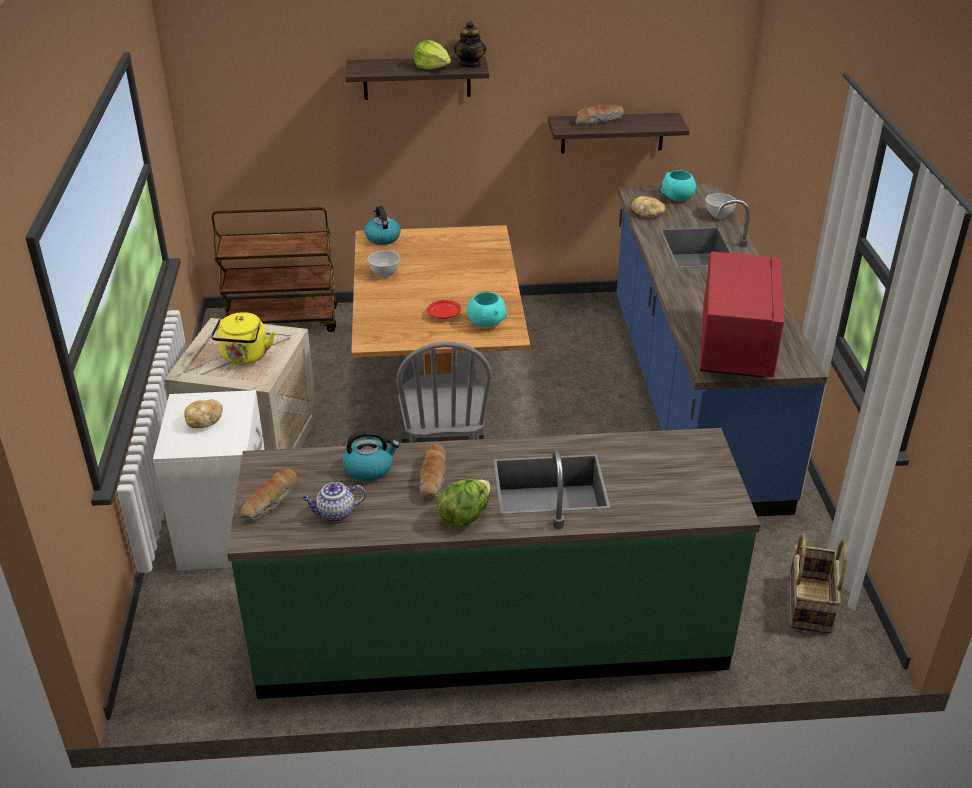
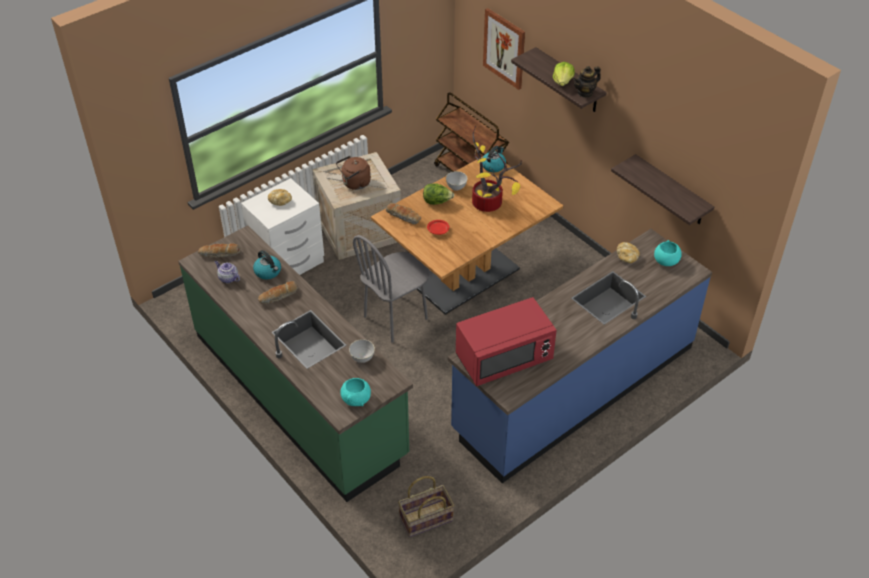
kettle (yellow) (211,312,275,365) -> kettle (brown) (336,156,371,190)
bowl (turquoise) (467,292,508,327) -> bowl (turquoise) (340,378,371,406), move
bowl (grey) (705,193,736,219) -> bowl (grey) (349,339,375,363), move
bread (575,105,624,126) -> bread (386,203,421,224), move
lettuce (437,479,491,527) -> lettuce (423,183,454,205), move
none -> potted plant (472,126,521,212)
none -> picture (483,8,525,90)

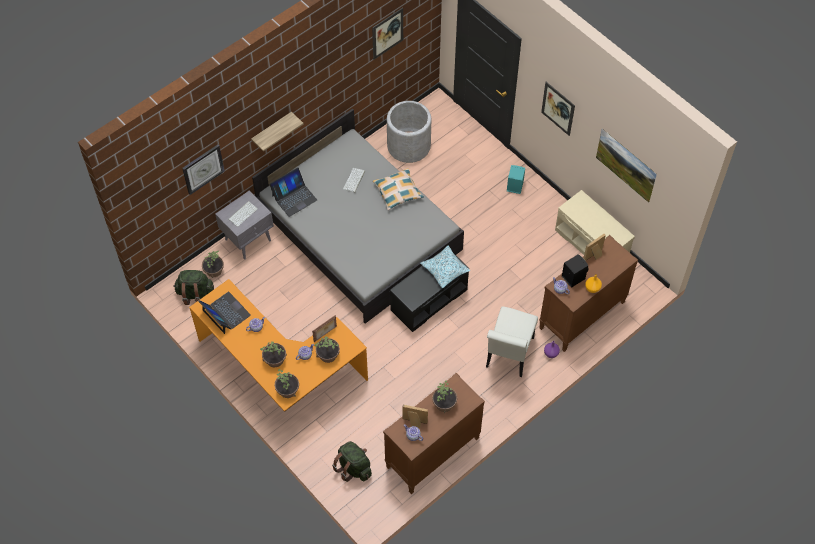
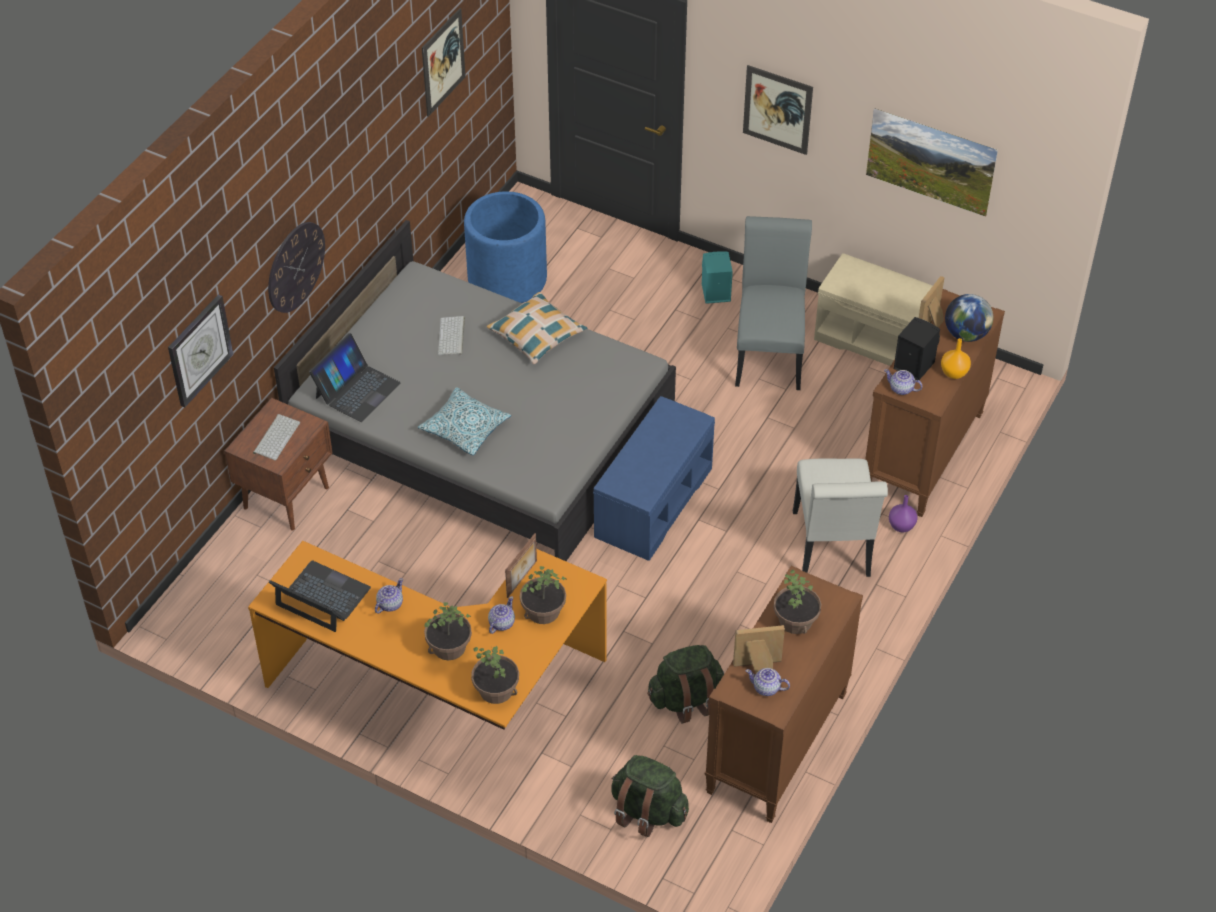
nightstand (grey) (215,190,274,259) -> nightstand (brown) (225,398,333,530)
shelf (251,112,304,152) -> wall clock (268,222,325,313)
pillow (420,245,471,288) -> pillow (418,387,511,455), move
planter (grey) (387,101,431,163) -> planter (blue) (464,191,547,303)
bench (black) (390,252,469,332) -> bench (blue) (593,396,715,561)
backpack (green) (173,270,214,305) -> backpack (green) (647,645,724,723), move
none -> chair (grey) (735,216,812,390)
none -> globe (945,294,993,342)
potted plant (202,251,224,278) -> none

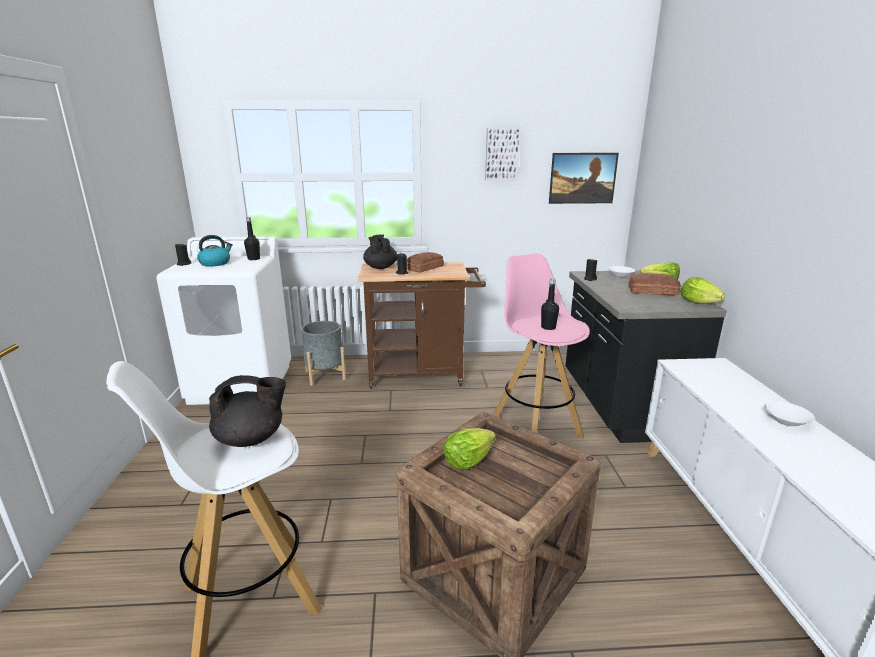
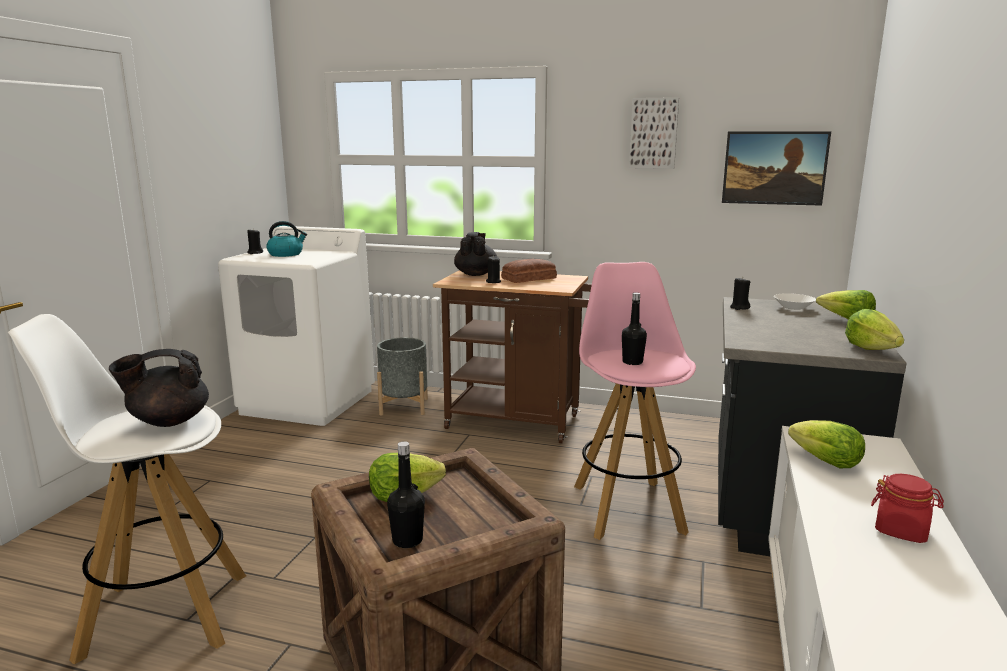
teapot (black) (209,375,286,447) -> teapot (black) (109,349,209,427), 150 degrees clockwise
bottle (black) (244,217,260,260) -> bottle (black) (387,441,425,548), move
none -> lettuce (788,420,865,468)
bowl (white) (764,401,815,426) -> jar (red) (871,474,944,543)
bread (628,273,681,296) -> none

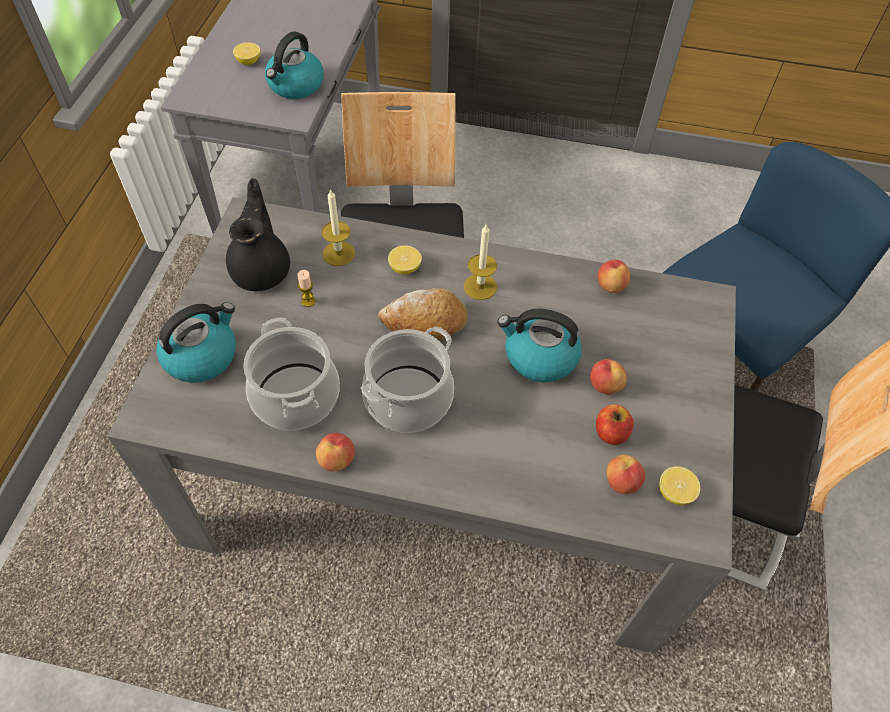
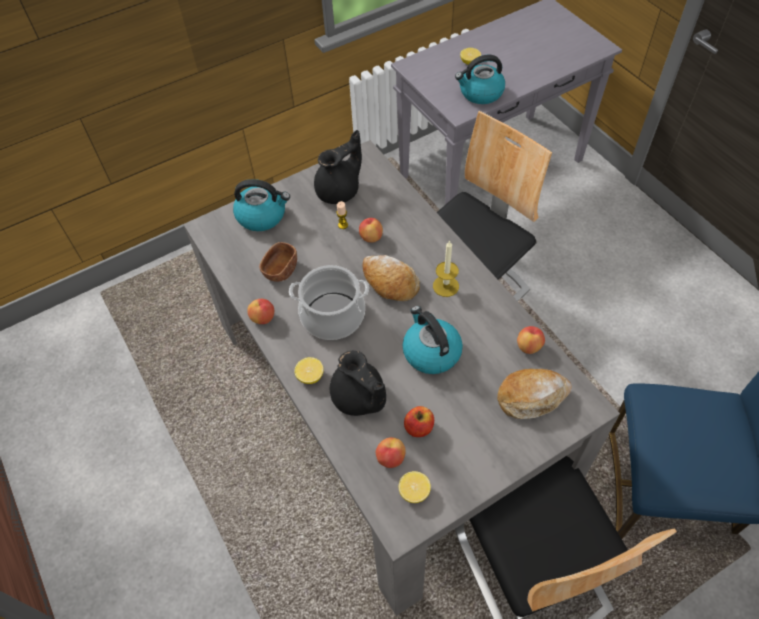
cooking pot (243,318,340,431) -> bowl (brown) (259,242,297,282)
lemon (388,245,422,275) -> lemon (295,357,324,384), move
none -> teapot (black) (330,351,386,416)
apple (590,359,627,395) -> apple (359,218,383,242), move
none -> bread (497,369,572,419)
candle (322,189,355,266) -> none

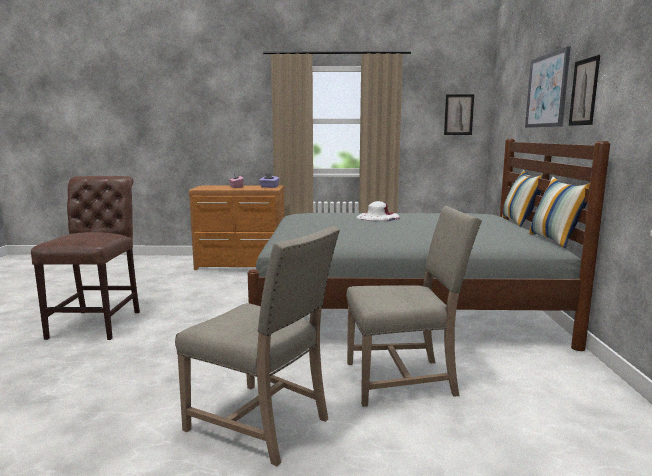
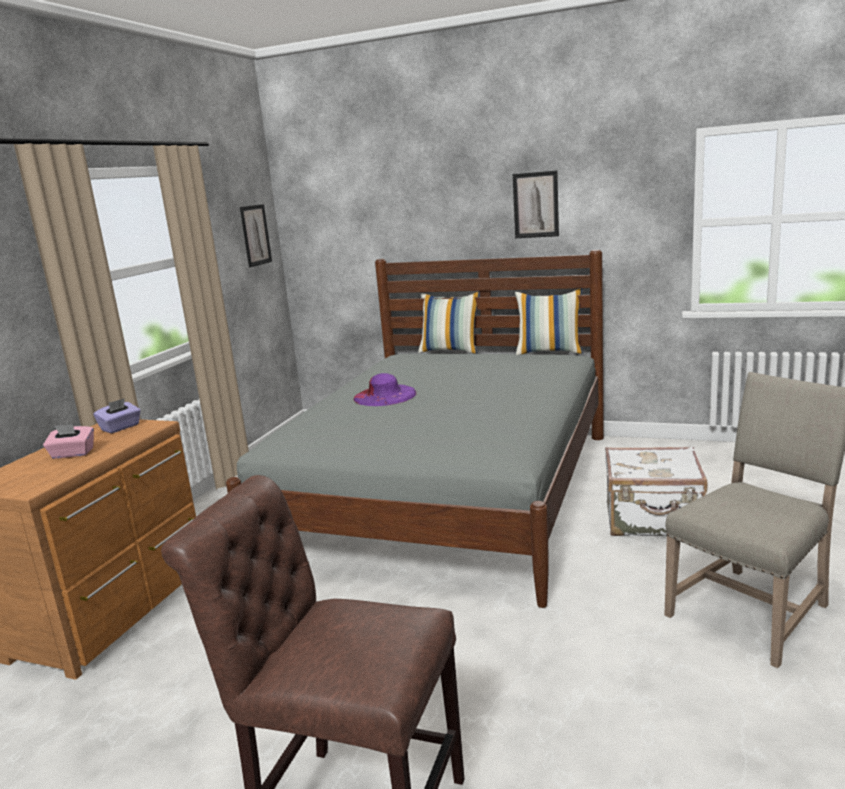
hat (white) (357,201,400,221) -> hat (purple) (354,373,416,406)
chair (beige) (346,206,482,407) -> suitcase (white) (605,446,707,536)
picture (525,46,571,128) -> none

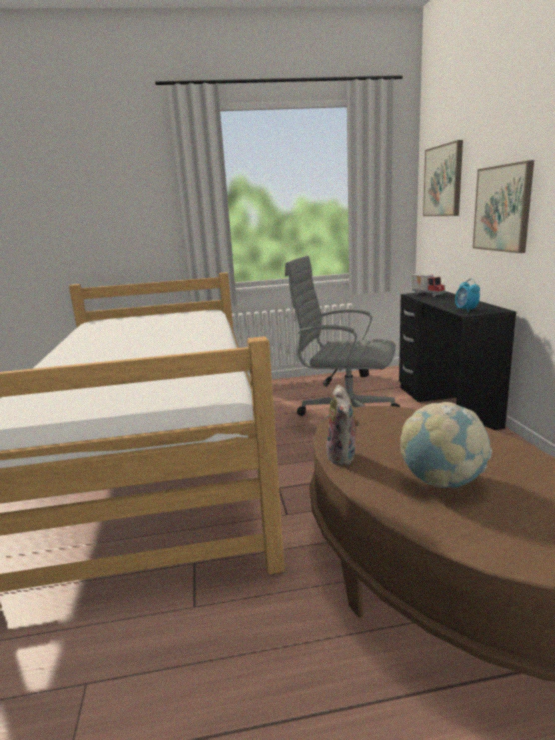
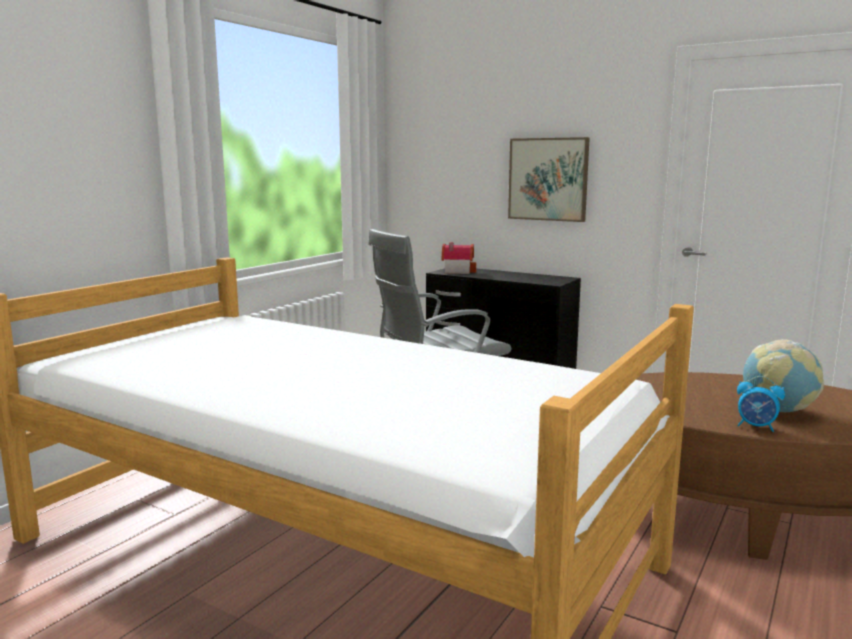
toy truck (412,274,445,297) -> toy house (442,242,476,274)
alarm clock (455,279,480,312) -> alarm clock (737,376,785,432), move
plush toy (326,385,360,465) -> none
picture (423,140,463,216) -> none

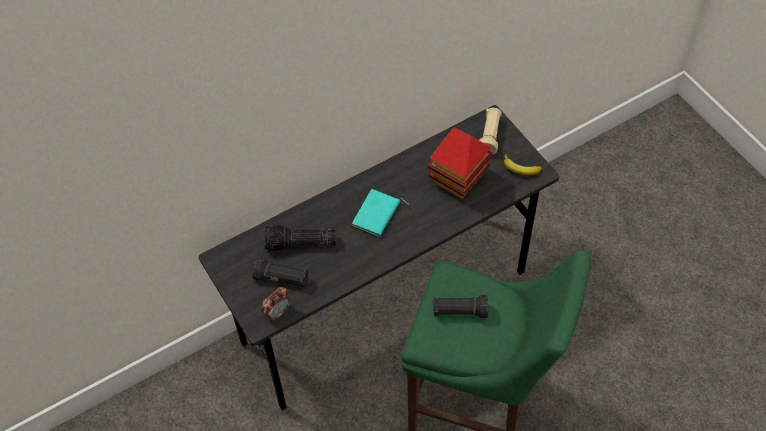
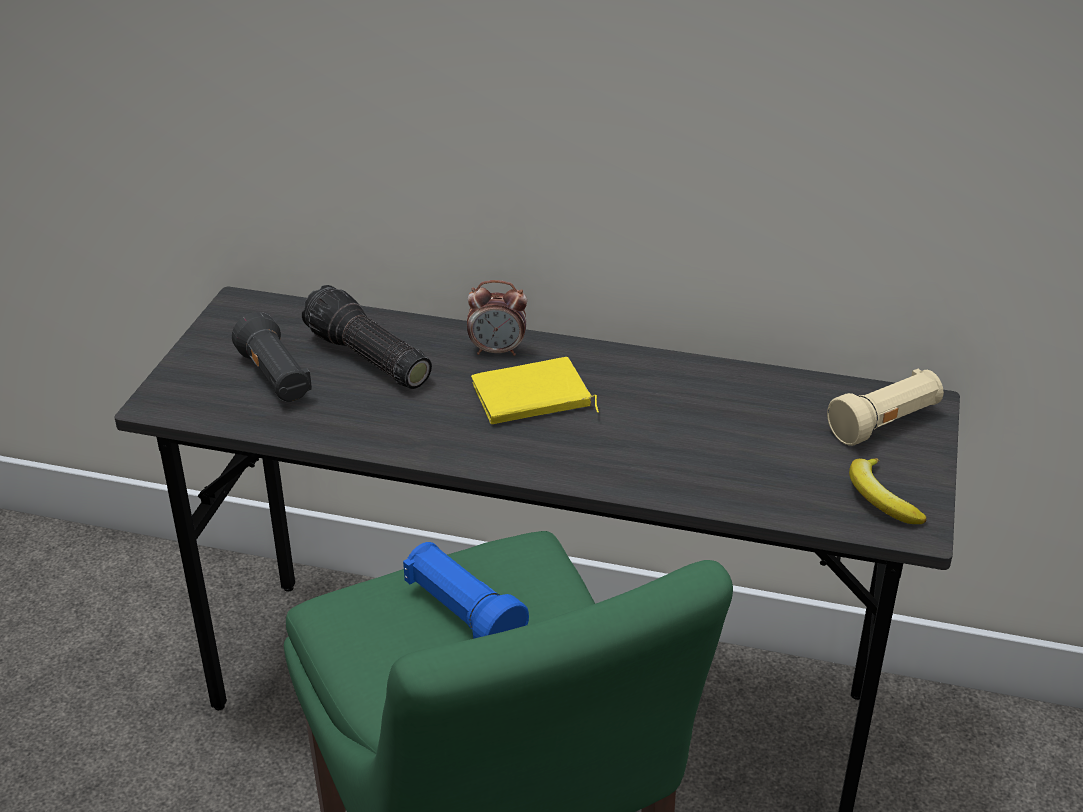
flashlight (black) (433,295,488,318) -> flashlight (blue) (403,542,529,639)
alarm clock (261,287,290,321) -> alarm clock (467,280,527,356), move
book (turquoise) (352,189,409,237) -> book (yellow) (471,357,599,424)
toy house (427,128,493,199) -> none

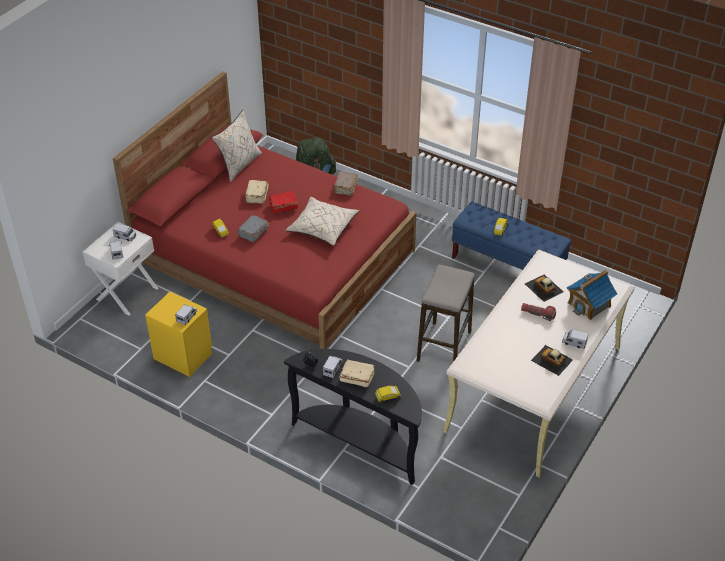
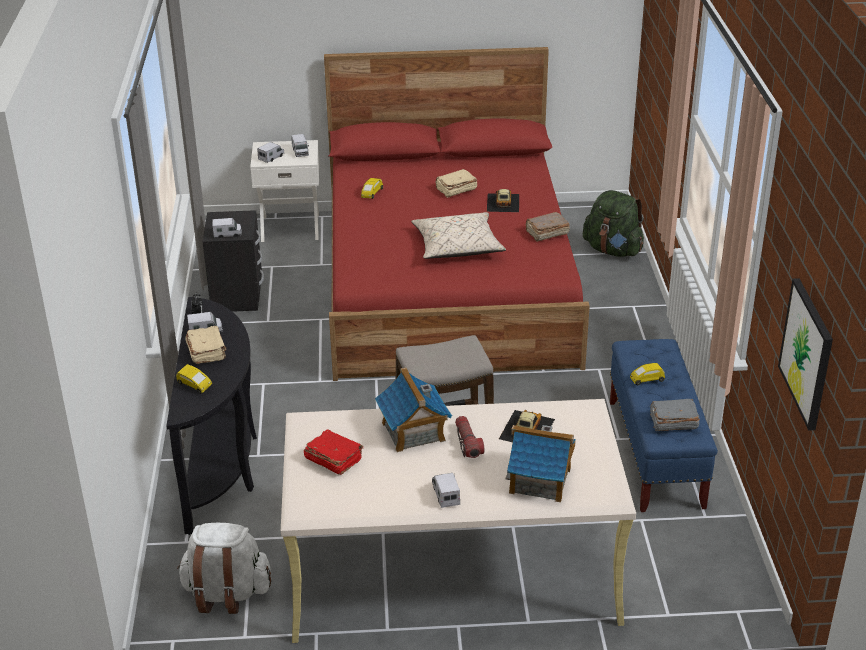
none -> backpack (white) (177,523,271,614)
nightstand (yellow) (145,292,212,377) -> nightstand (black) (203,210,264,312)
book (red) (269,191,298,214) -> book (red) (304,430,363,475), move
none -> toy house (375,368,452,452)
toy car (531,345,573,376) -> toy car (487,189,519,212), move
book (grey) (238,215,269,243) -> book (grey) (650,399,700,431), move
none -> picture (778,278,833,431)
pillow (beige) (212,109,262,182) -> none

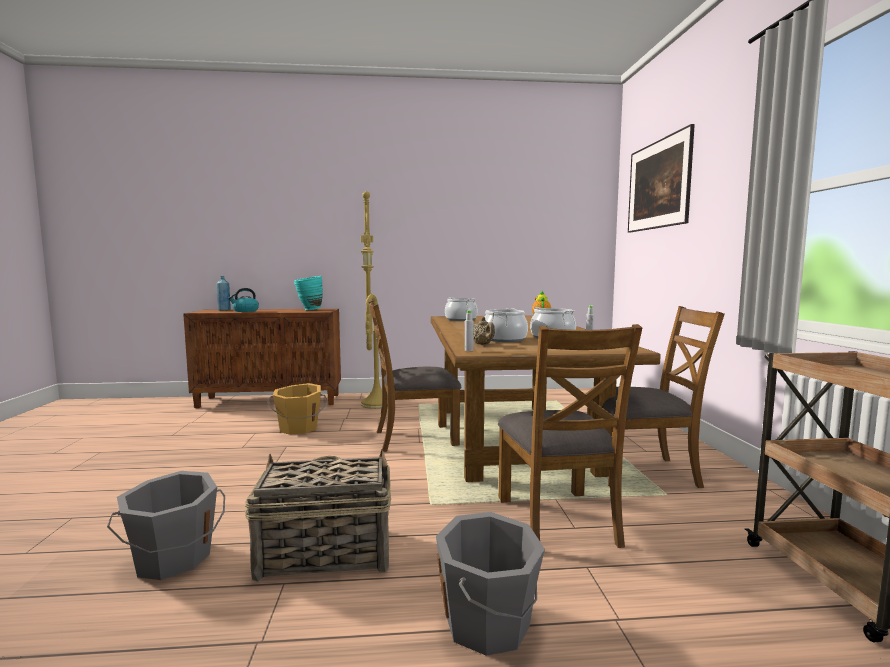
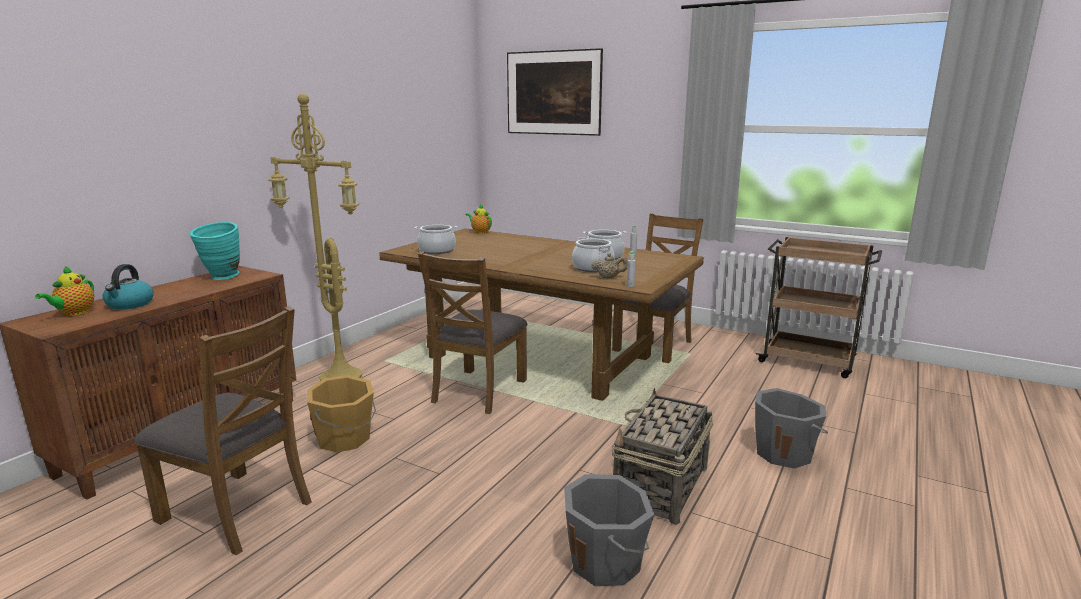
bottle (blue) (216,276,231,311) -> teapot (35,266,94,316)
chair (brown) (498,324,642,548) -> chair (brown) (134,306,312,555), move

